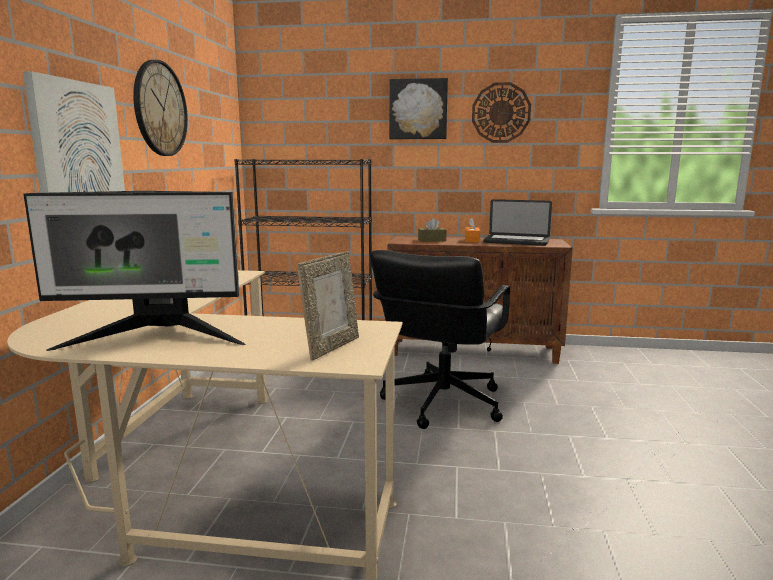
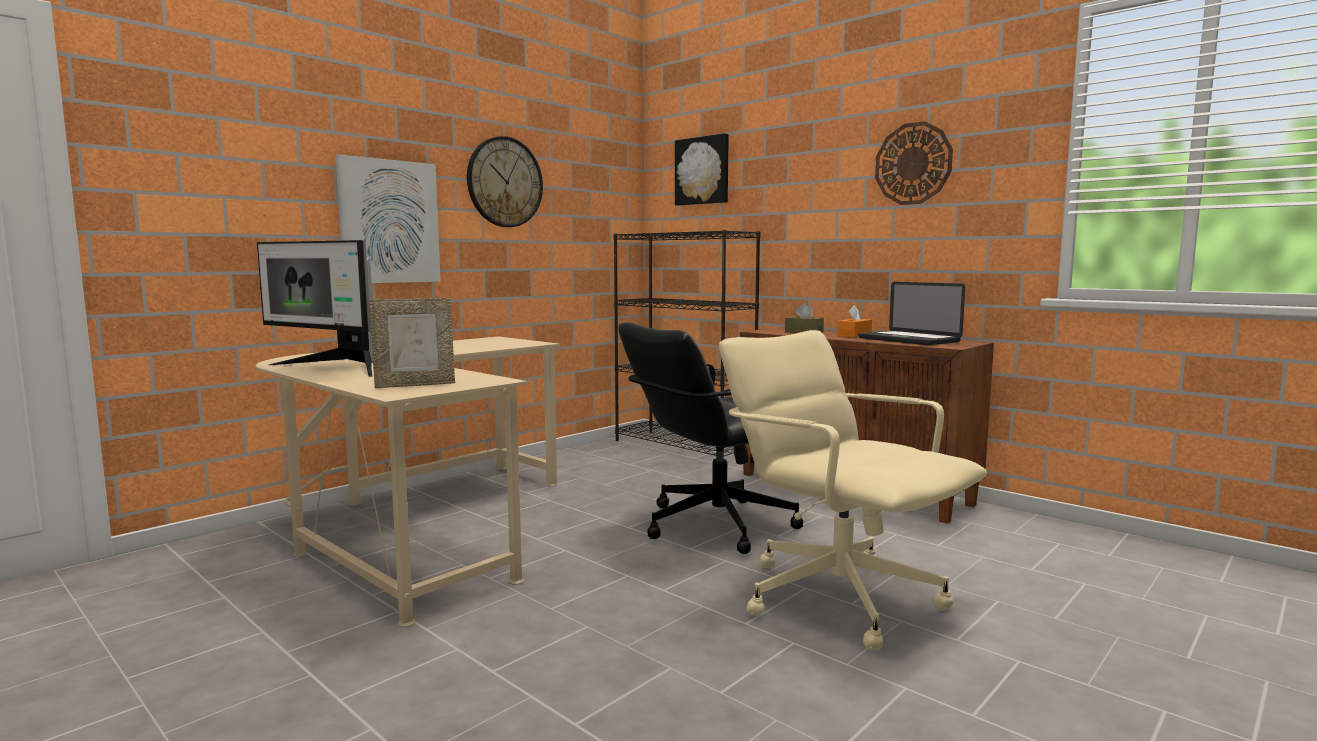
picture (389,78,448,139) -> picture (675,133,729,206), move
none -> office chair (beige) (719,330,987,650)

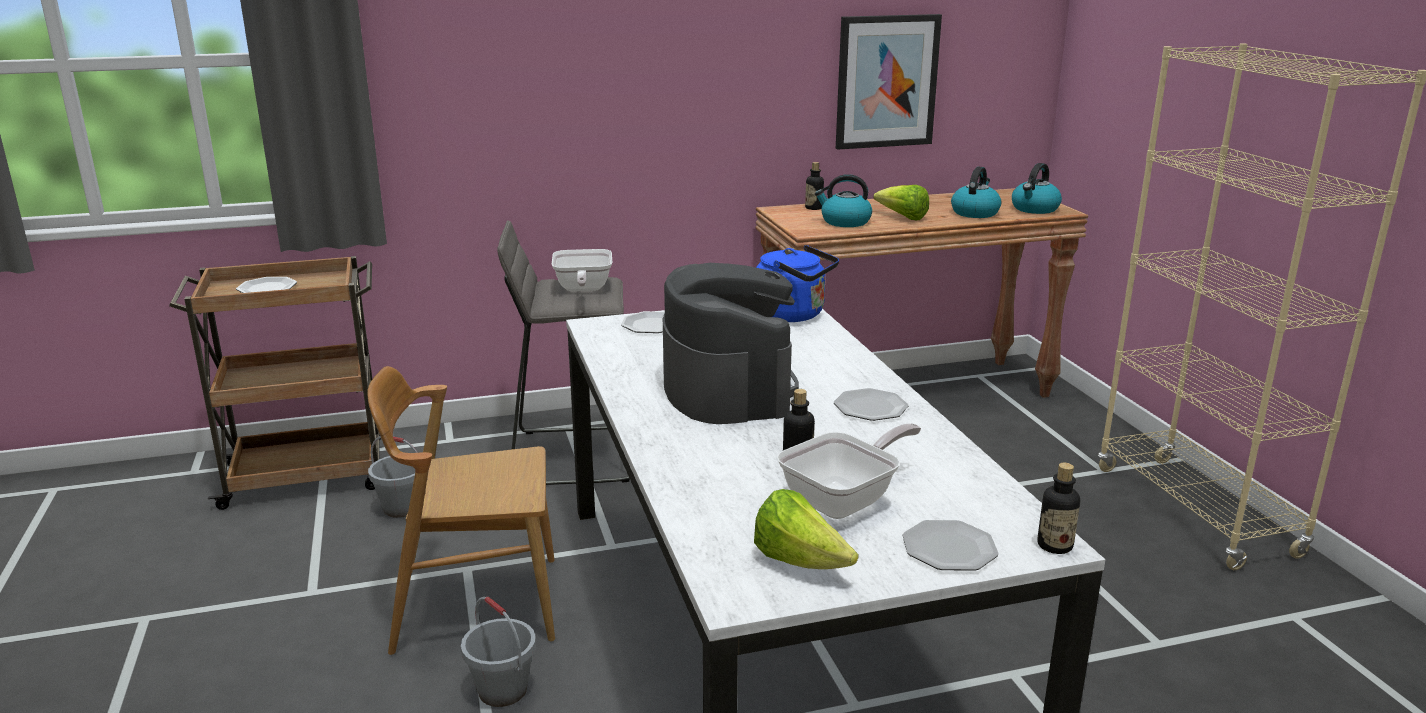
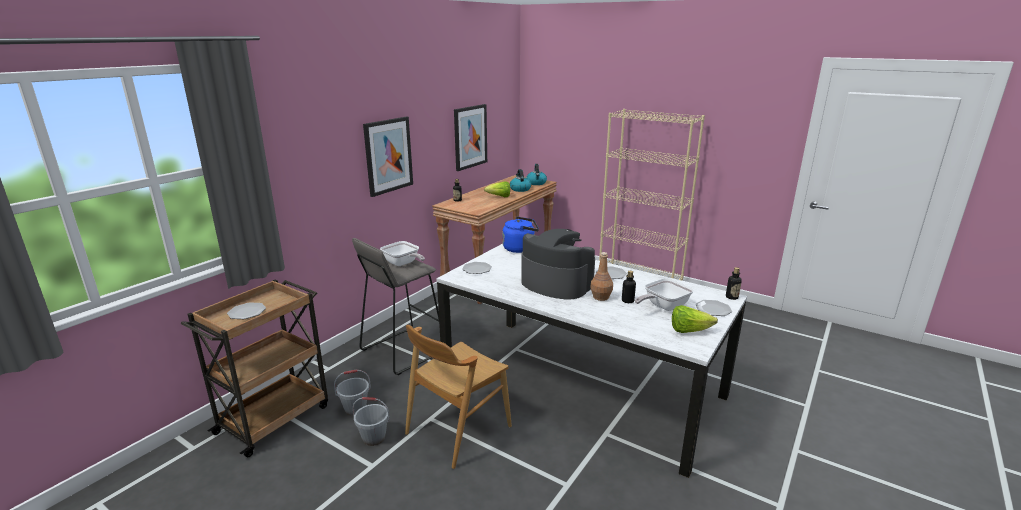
bucket (grey) (461,597,536,707) -> bucket (grey) (353,397,390,446), move
none -> picture (363,117,413,197)
none -> bottle (brown) (590,252,613,301)
frying pan (777,423,921,519) -> frying pan (635,278,694,311), 135 degrees counterclockwise
kettle (815,174,872,227) -> none

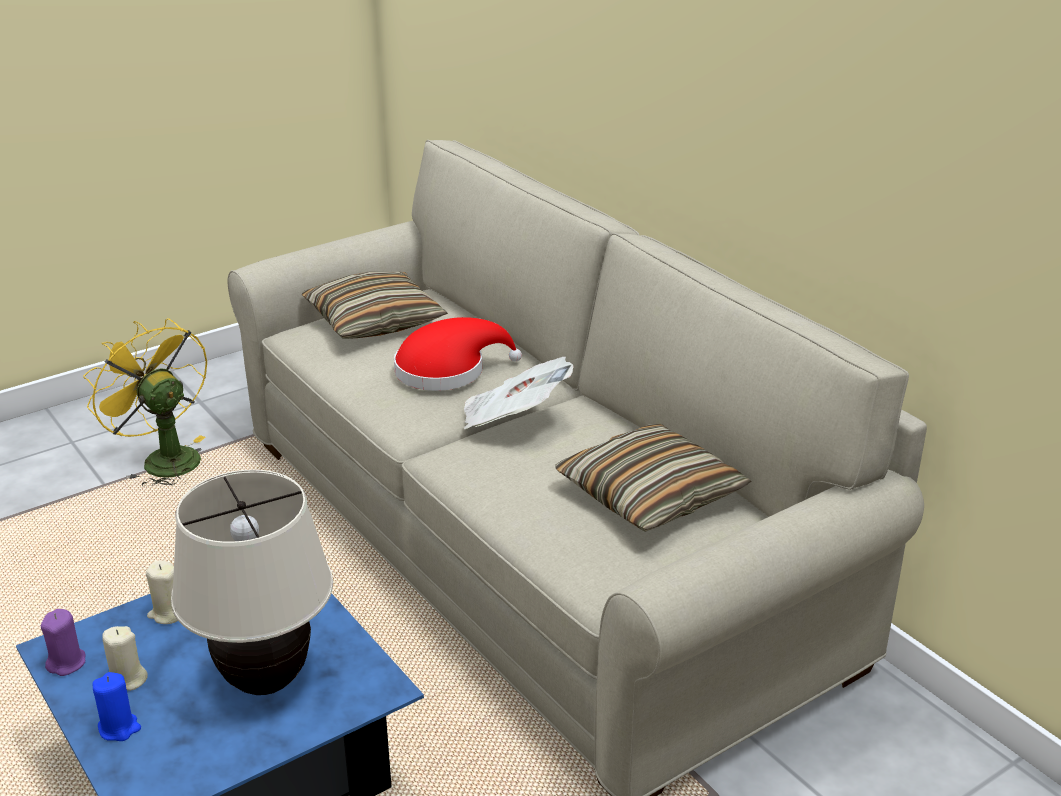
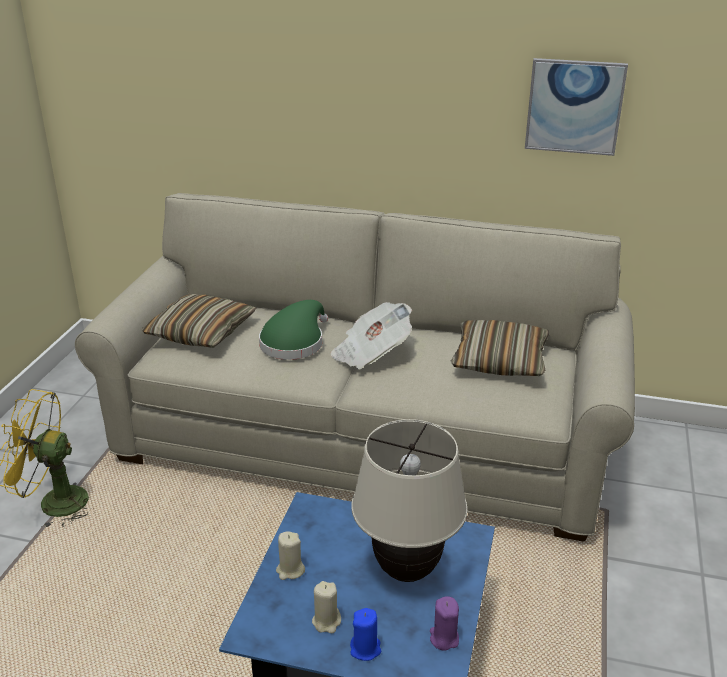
hat (red) (394,317,522,391) -> hat (green) (259,300,328,360)
candle (purple) (41,609,86,676) -> candle (purple) (430,596,459,651), move
none -> picture (525,58,628,156)

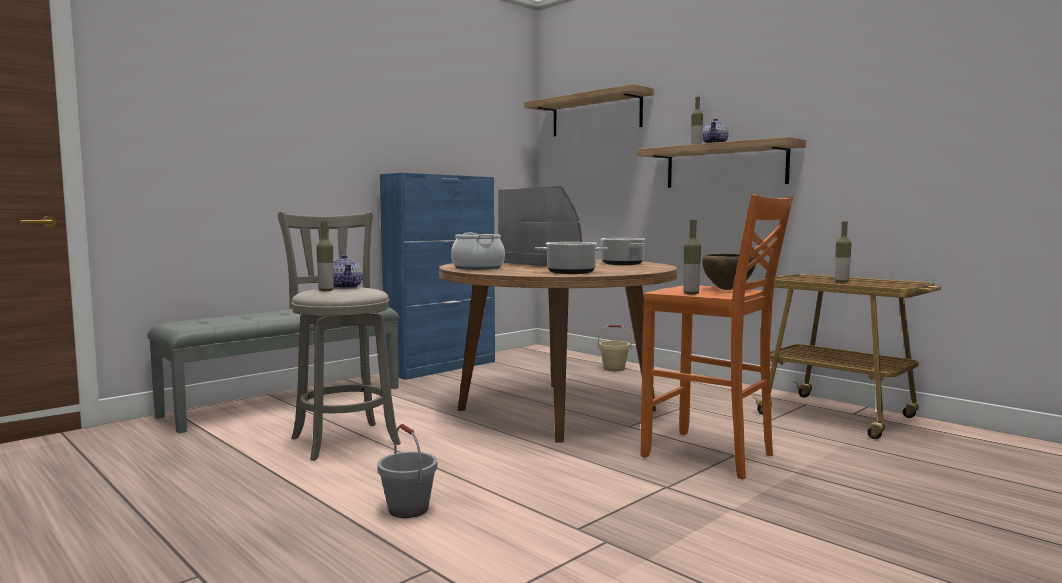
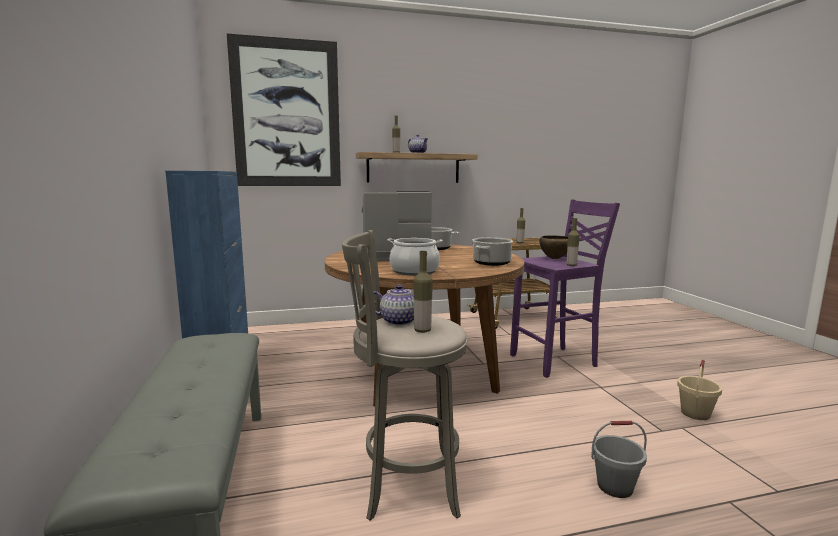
shelf (524,84,654,137) -> picture (227,34,341,186)
stool (orange) (640,194,793,479) -> stool (purple) (510,199,620,378)
bucket (beige) (598,325,632,371) -> bucket (beige) (677,360,722,420), move

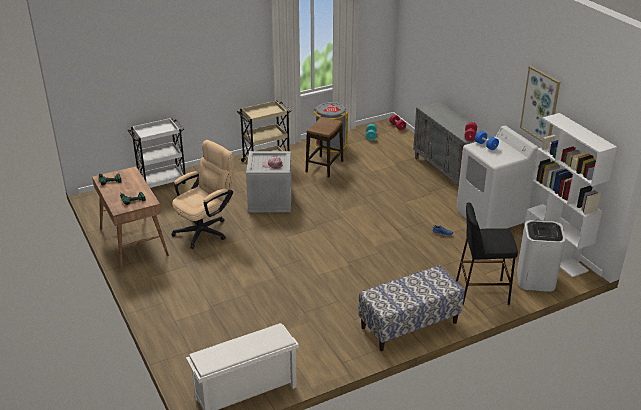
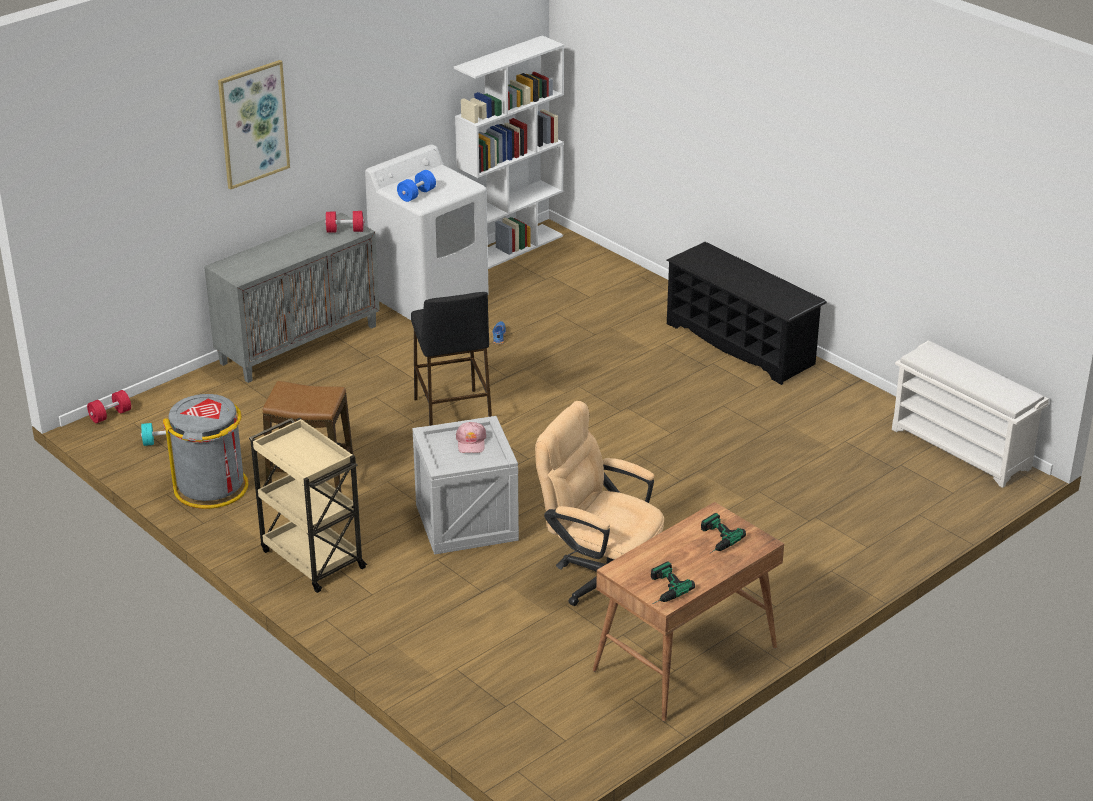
picture (520,66,560,142) -> picture (218,60,290,190), move
stool (black) (456,202,518,305) -> stool (black) (411,292,492,426), move
bench (358,265,464,351) -> shoe rack (black) (666,242,827,385)
cart (white) (128,118,186,188) -> none
trash can (white) (517,220,566,292) -> none

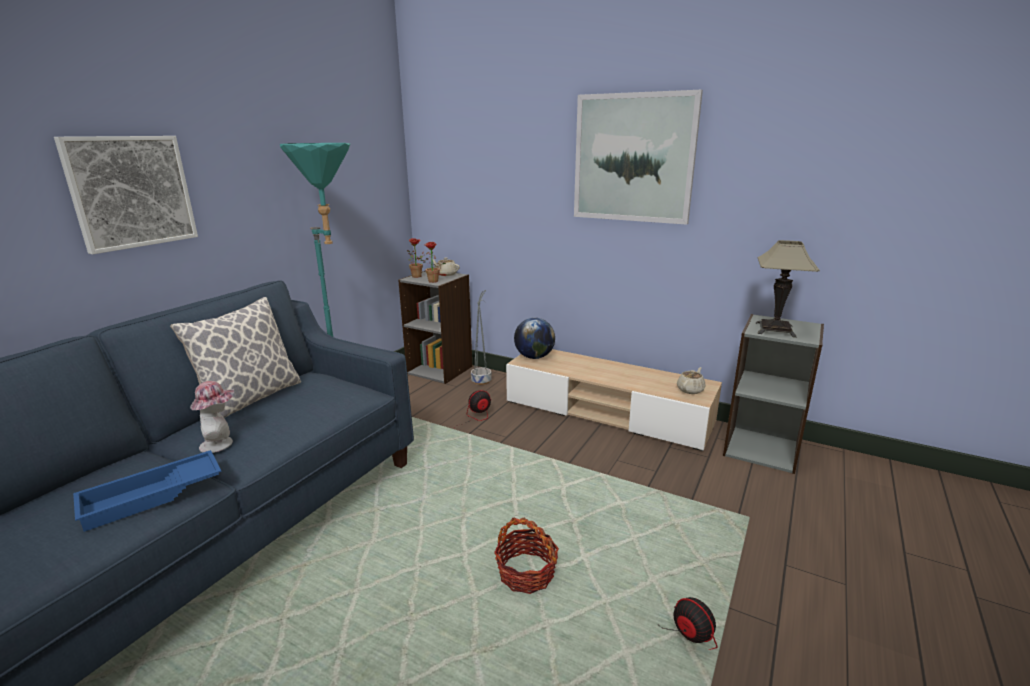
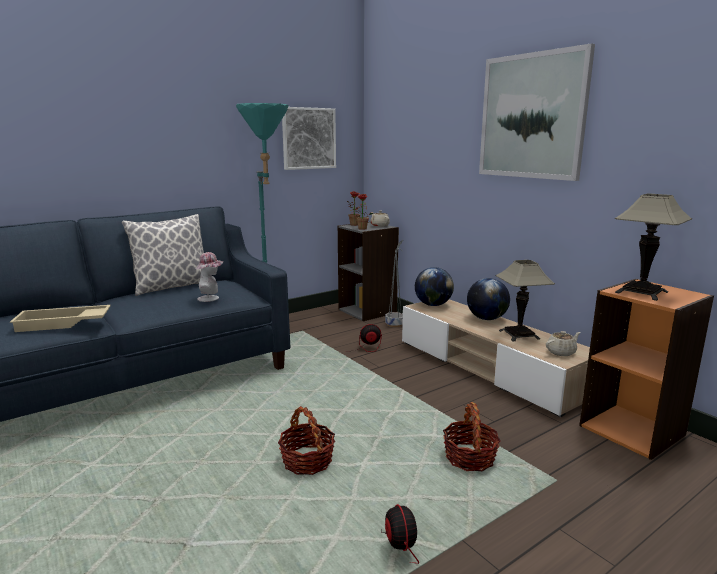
tray (blue) (73,450,222,532) -> tray (beige) (10,305,111,332)
hat (190,381,234,453) -> hat (196,252,224,302), move
picture (54,136,198,254) -> picture (282,107,336,170), move
none -> basket (443,402,501,471)
none -> globe (467,278,510,320)
none -> table lamp (496,260,555,342)
bookcase (grey) (723,314,824,474) -> bookcase (orange) (579,279,714,460)

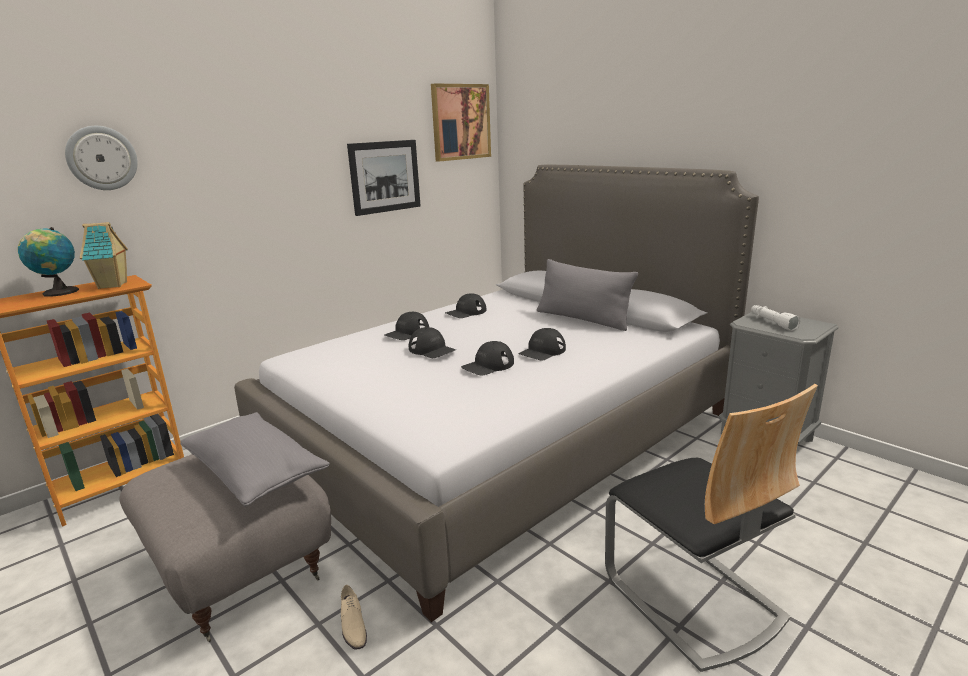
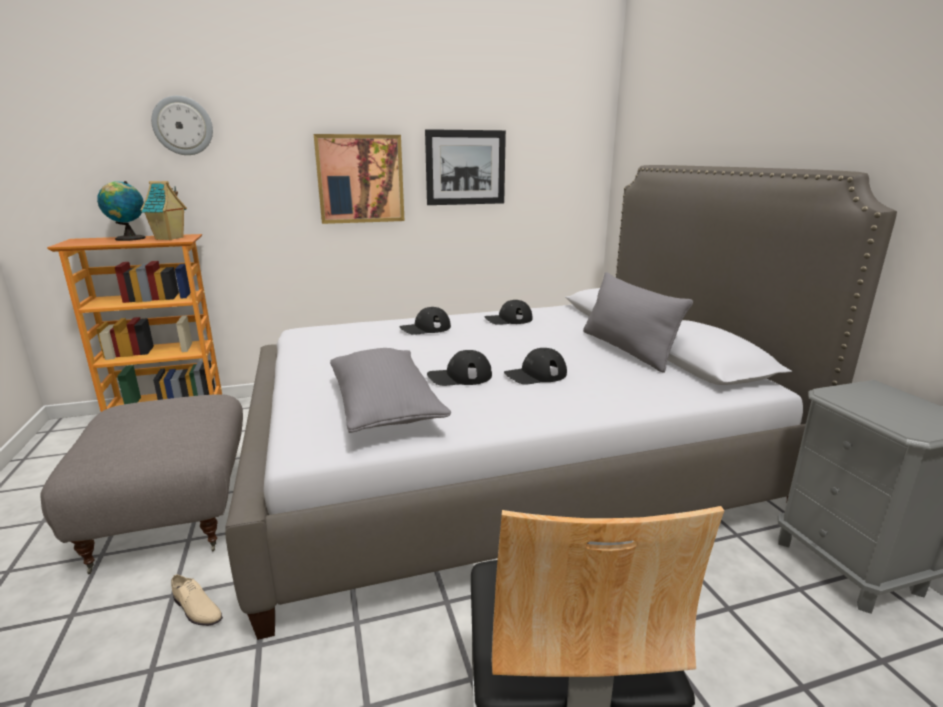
shoe (beige) (341,585,367,650) -> shoe (beige) (171,575,223,626), 60 degrees counterclockwise
picture (431,84,491,162) -> picture (314,134,404,224), move
pillow (grey) (180,412,330,507) -> pillow (grey) (330,348,451,433), move
cap (black) (409,327,456,358) -> none
flashlight (white) (751,305,801,331) -> none

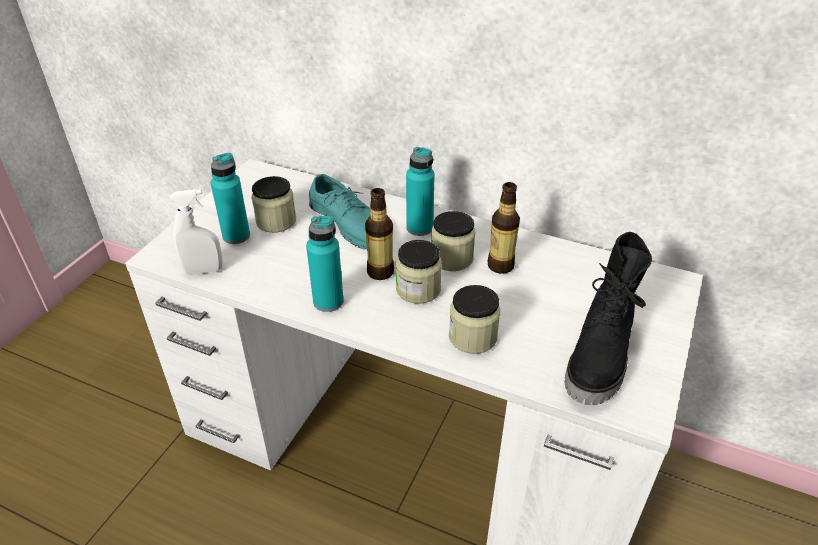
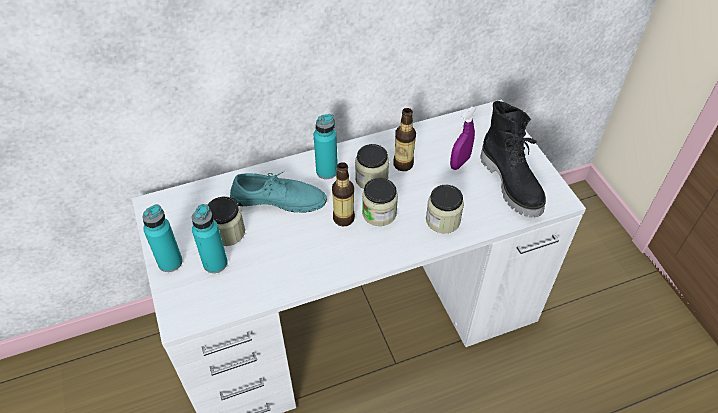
bottle (turquoise) (306,216,344,312) -> bottle (turquoise) (143,204,183,272), move
none -> spray bottle (purple) (450,107,476,170)
spray bottle (white) (170,189,222,275) -> none

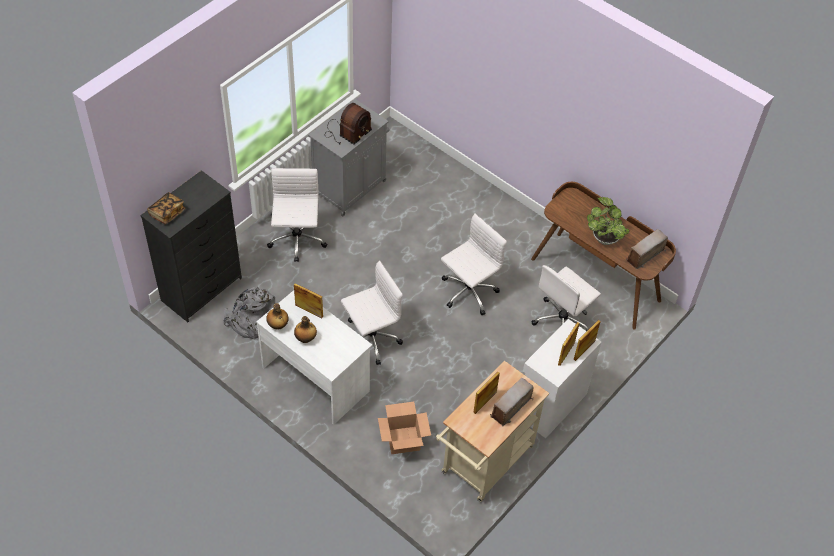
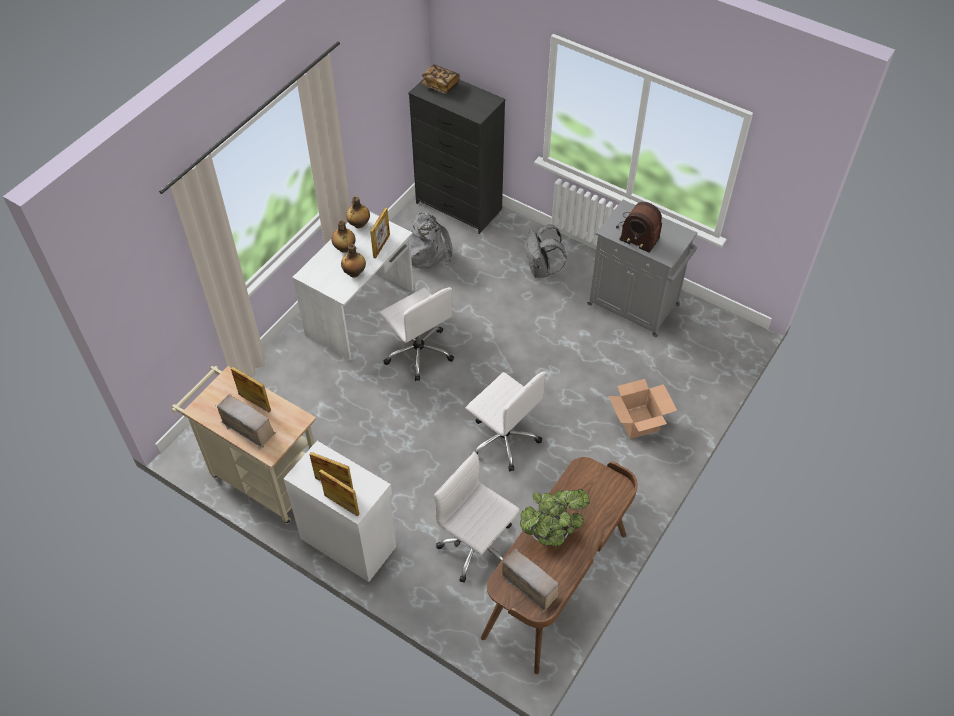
none -> bottle (341,244,366,278)
office chair (white) (267,168,328,262) -> backpack (grey) (526,224,567,278)
cardboard box (378,402,431,454) -> cardboard box (608,379,677,439), move

